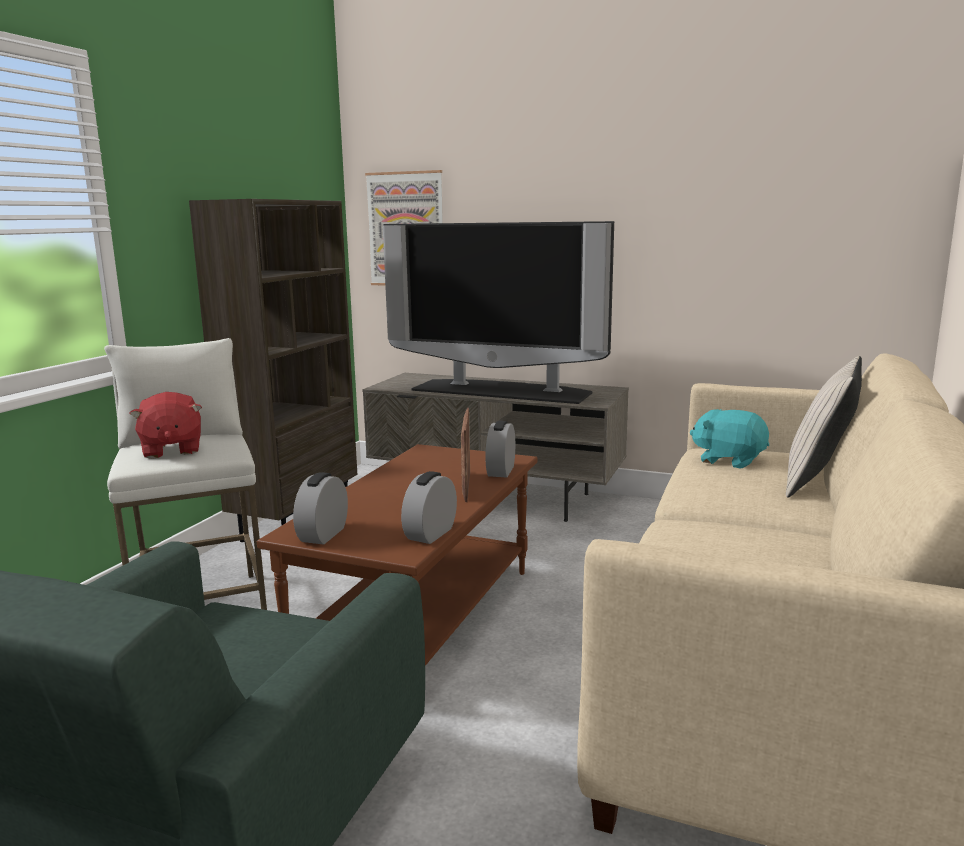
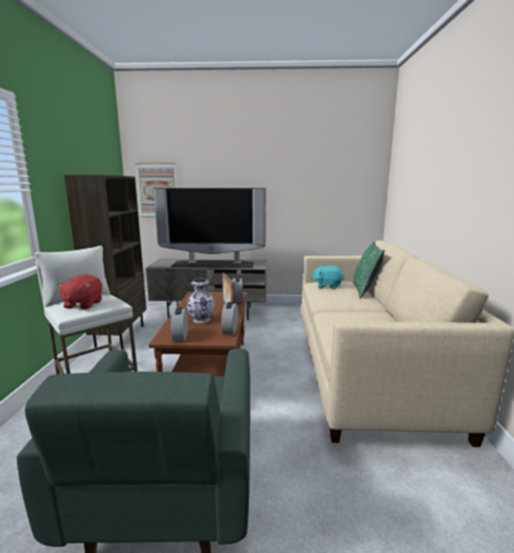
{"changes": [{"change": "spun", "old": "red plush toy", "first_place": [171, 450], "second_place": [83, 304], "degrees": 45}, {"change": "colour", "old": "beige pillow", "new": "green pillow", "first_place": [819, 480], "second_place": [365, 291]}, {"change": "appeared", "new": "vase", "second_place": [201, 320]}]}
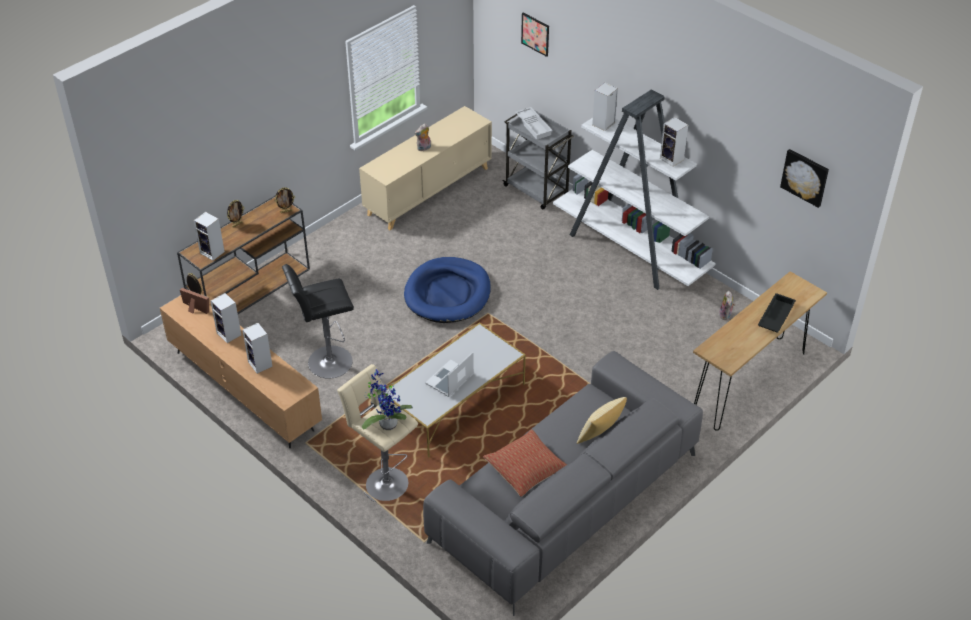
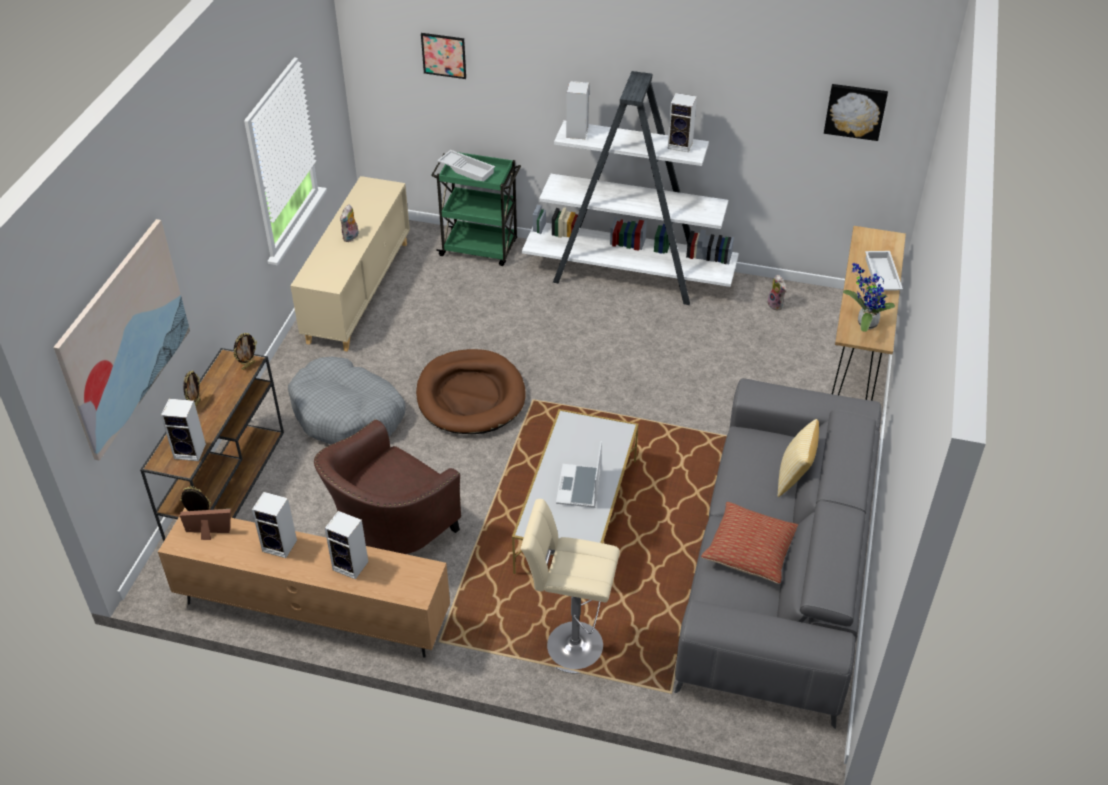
{"changes": [{"change": "exchanged", "old": "black stool", "new": "brown armchair", "first_place": [326, 363], "second_place": [390, 534]}, {"change": "relocated", "old": "potted plant", "first_place": [386, 423], "second_place": [864, 323]}, {"change": "colour", "old": "blue dog bed", "new": "brown dog bed", "first_place": [447, 293], "second_place": [470, 396]}, {"change": "colour", "old": "grey cart", "new": "green cart", "first_place": [537, 190], "second_place": [480, 248]}, {"change": "colour", "old": "black tray", "new": "white tray", "first_place": [775, 316], "second_place": [881, 275]}, {"change": "appeared", "new": "picture", "second_place": [124, 337]}, {"change": "appeared", "new": "grey dog bed", "second_place": [348, 414]}]}
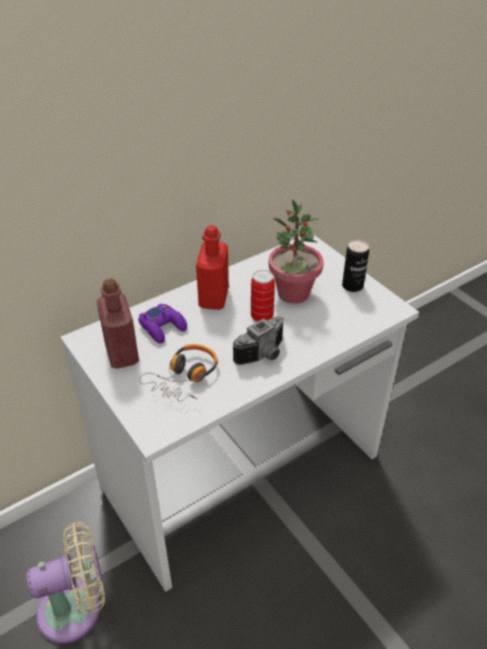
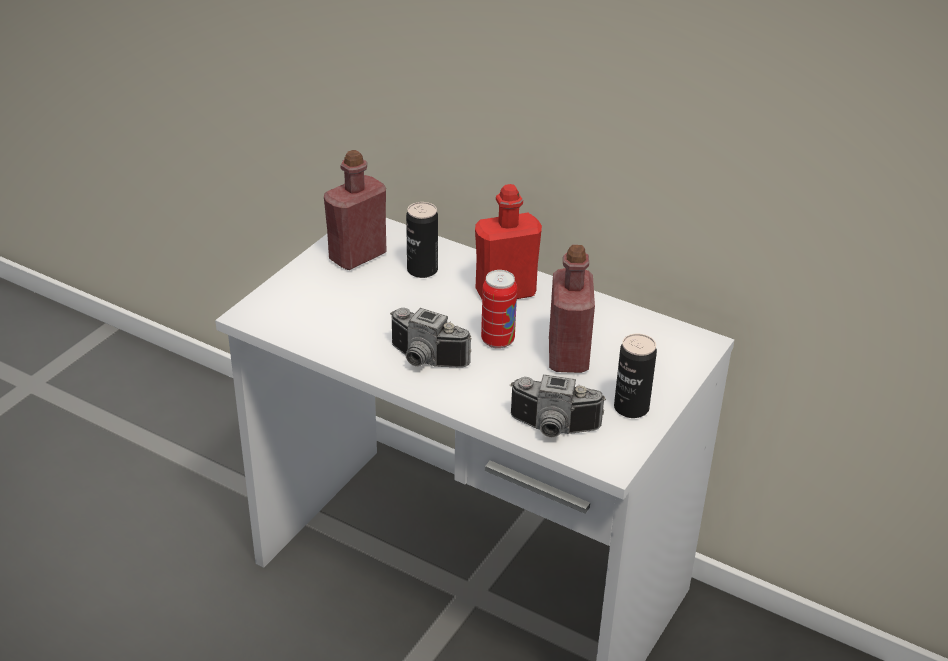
{"changes": [{"change": "missing", "old": "beige fan", "first_place": [76, 609]}, {"change": "exchanged", "old": "purple game controller", "new": "can", "first_place": [163, 327], "second_place": [422, 270]}, {"change": "missing", "old": "headphones", "first_place": [185, 378]}, {"change": "exchanged", "old": "potted plant", "new": "red bottle", "first_place": [293, 293], "second_place": [568, 356]}, {"change": "appeared", "new": "photo camera", "second_place": [553, 429]}]}
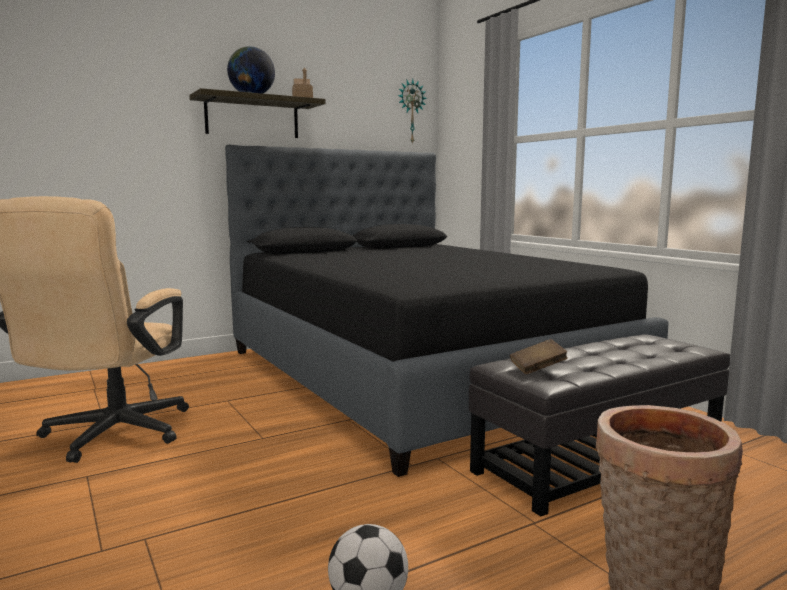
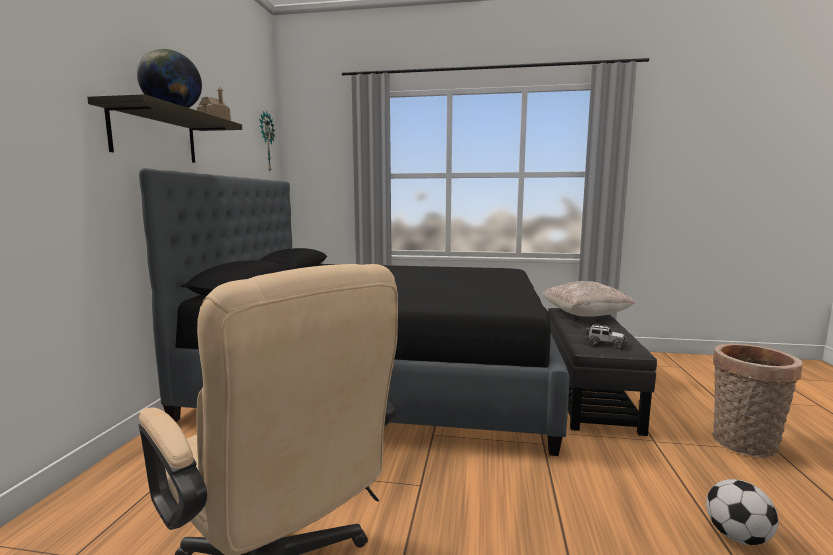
{"changes": [{"change": "exchanged", "old": "brown book", "new": "toy car", "first_place": [537, 368], "second_place": [605, 343]}, {"change": "appeared", "new": "beige pillow", "second_place": [584, 315]}]}
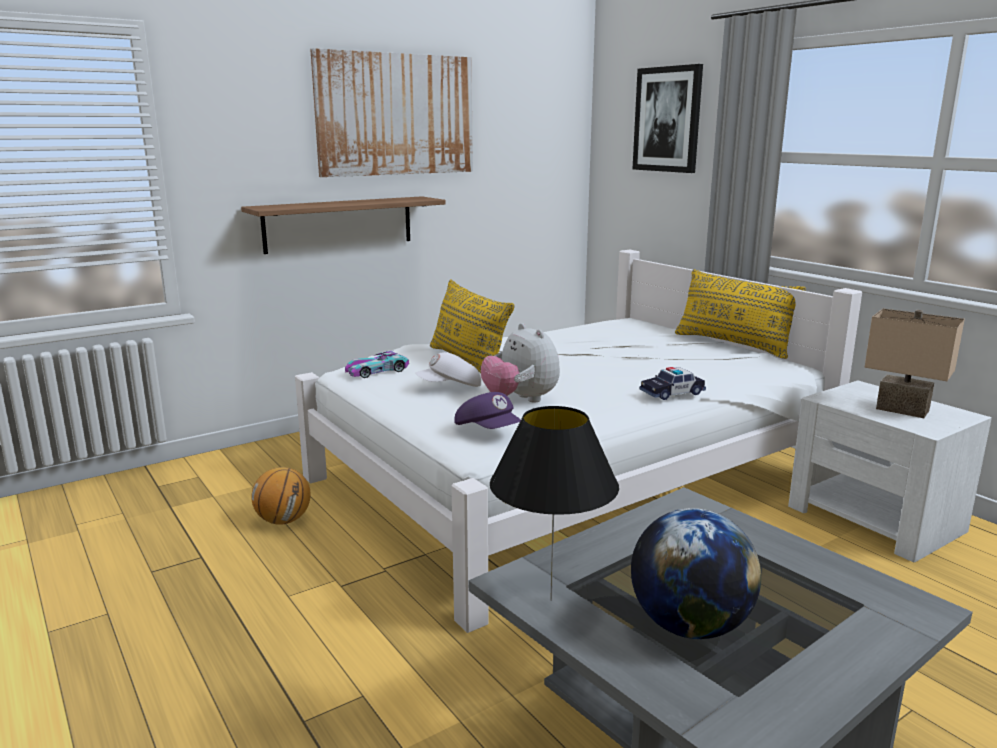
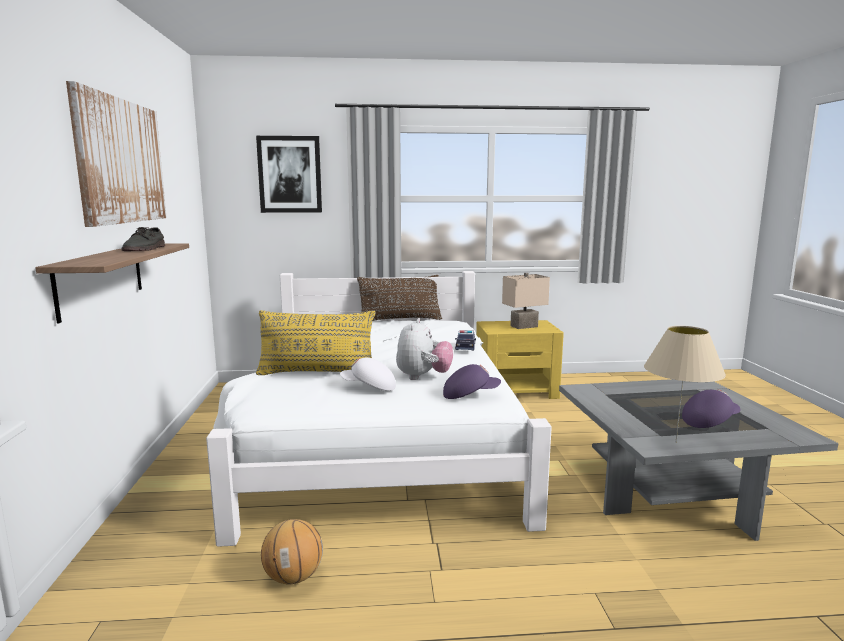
{"changes": [{"change": "missing", "old": "toy car", "first_place": [377, 371]}, {"change": "spun", "old": "white cap", "first_place": [450, 387], "second_place": [369, 387], "degrees": 90}, {"change": "spun", "old": "plush toy", "first_place": [520, 400], "second_place": [423, 377], "degrees": -75}, {"change": "colour", "old": "black table lamp", "new": "beige table lamp", "first_place": [551, 600], "second_place": [676, 442]}, {"change": "exchanged", "old": "globe", "new": "purple cap", "first_place": [690, 626], "second_place": [709, 421]}, {"change": "colour", "old": "yellow pillow", "new": "brown pillow", "first_place": [732, 344], "second_place": [400, 320]}, {"change": "colour", "old": "white nightstand", "new": "yellow nightstand", "first_place": [875, 519], "second_place": [516, 390]}, {"change": "appeared", "new": "grey shoe", "second_place": [145, 249]}]}
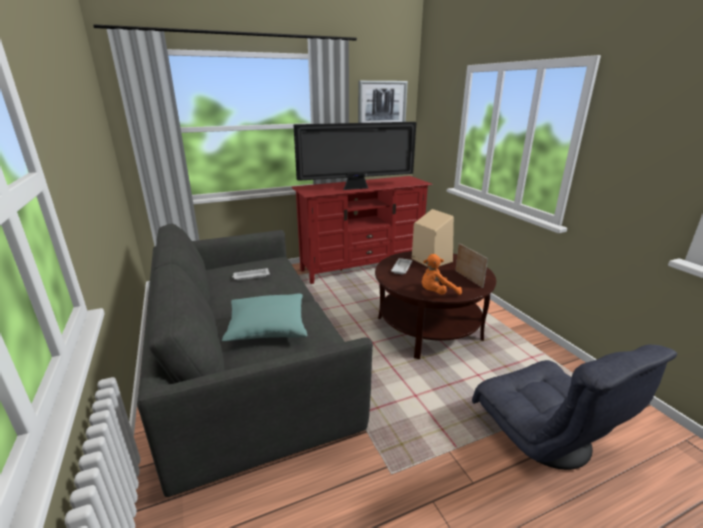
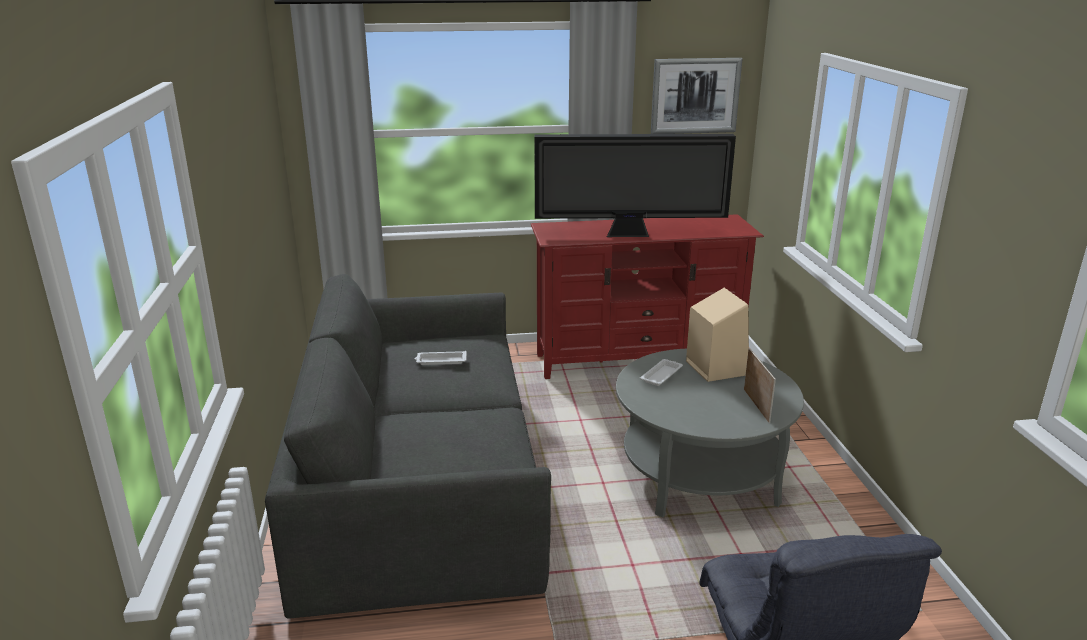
{"changes": [{"change": "missing", "old": "turquoise pillow", "first_place": [267, 328]}, {"change": "colour", "old": "brown coffee table", "new": "grey coffee table", "first_place": [428, 328], "second_place": [699, 475]}, {"change": "missing", "old": "orange plush toy", "first_place": [437, 293]}]}
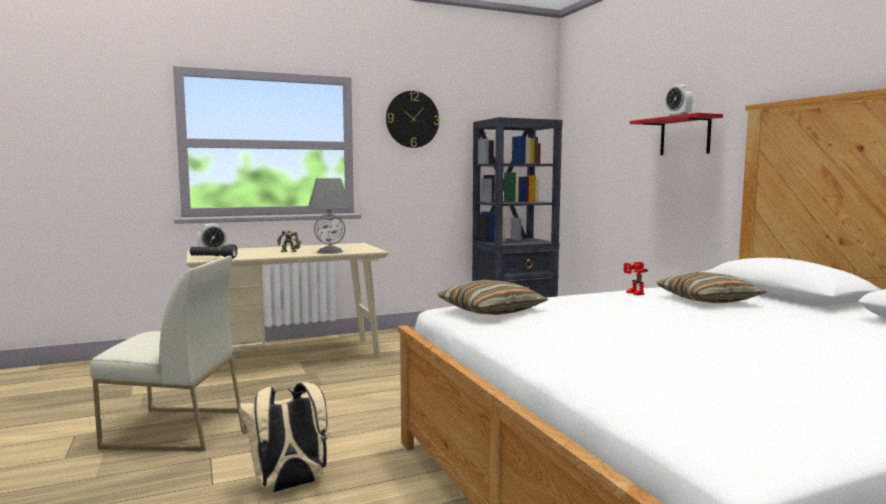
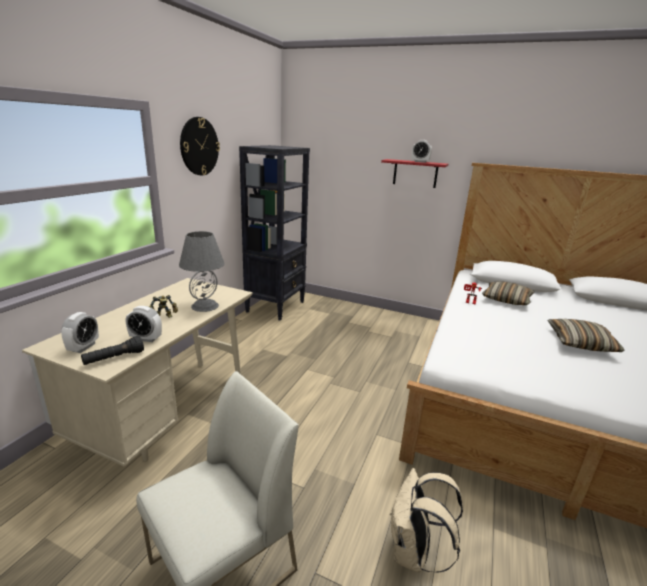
{"changes": [{"change": "relocated", "old": "pillow", "first_place": [491, 311], "second_place": [580, 342]}, {"change": "appeared", "new": "alarm clock", "second_place": [146, 339]}]}
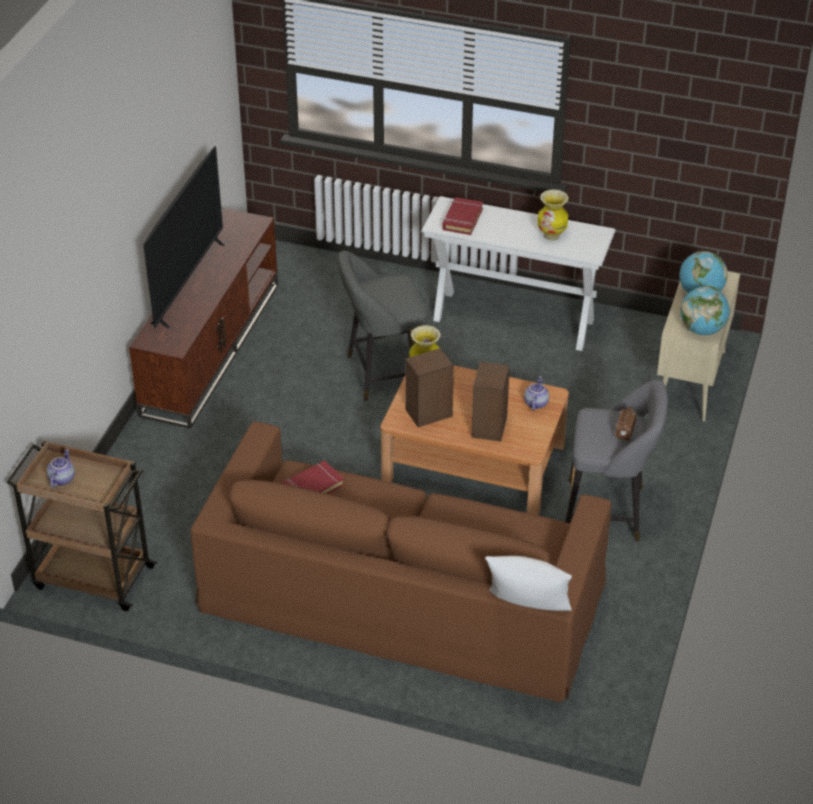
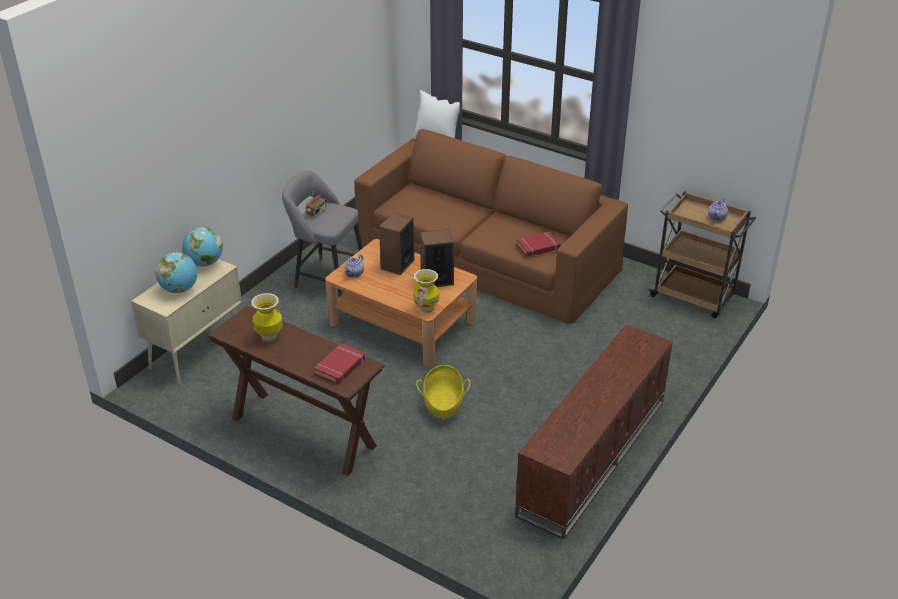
{"changes": [{"change": "missing", "old": "television", "first_place": [188, 283]}, {"change": "exchanged", "old": "grey stool", "new": "basket", "first_place": [383, 373], "second_place": [443, 403]}, {"change": "colour", "old": "white console table", "new": "brown console table", "first_place": [513, 320], "second_place": [303, 432]}]}
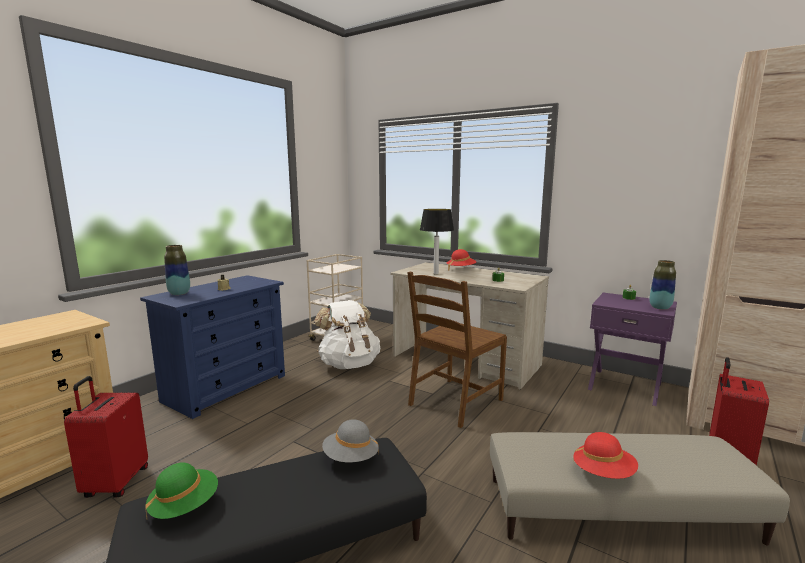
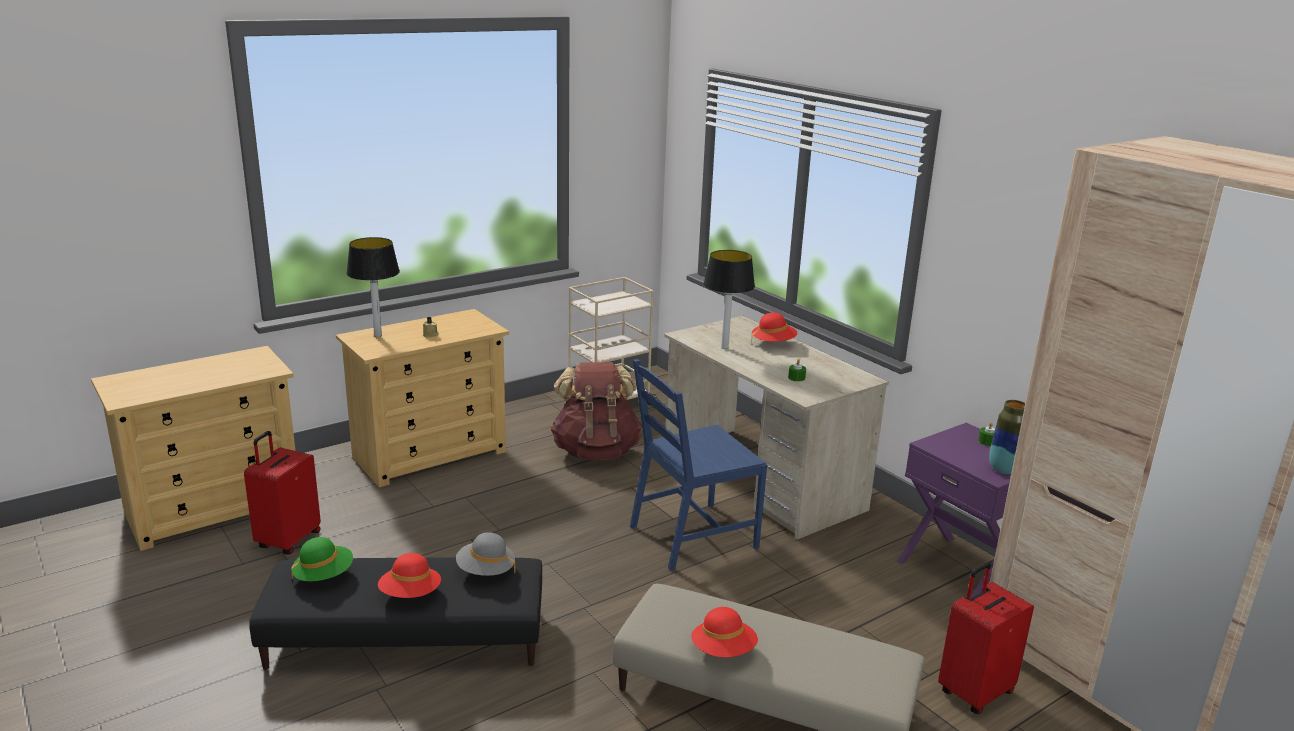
{"changes": [{"change": "colour", "old": "blue dresser", "new": "beige dresser", "first_place": [226, 388], "second_place": [430, 454]}, {"change": "exchanged", "old": "vase", "new": "table lamp", "first_place": [179, 293], "second_place": [378, 335]}, {"change": "colour", "old": "white backpack", "new": "brown backpack", "first_place": [349, 364], "second_place": [596, 451]}, {"change": "colour", "old": "brown chair", "new": "blue chair", "first_place": [455, 402], "second_place": [692, 536]}, {"change": "appeared", "new": "red hat", "second_place": [410, 594]}]}
